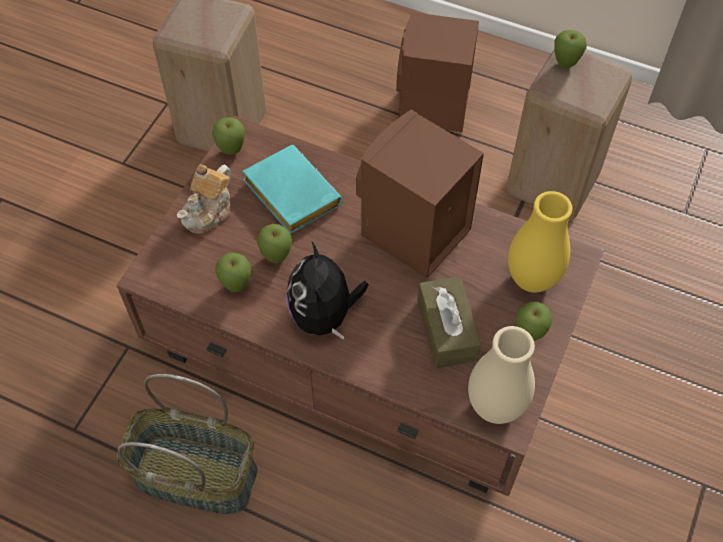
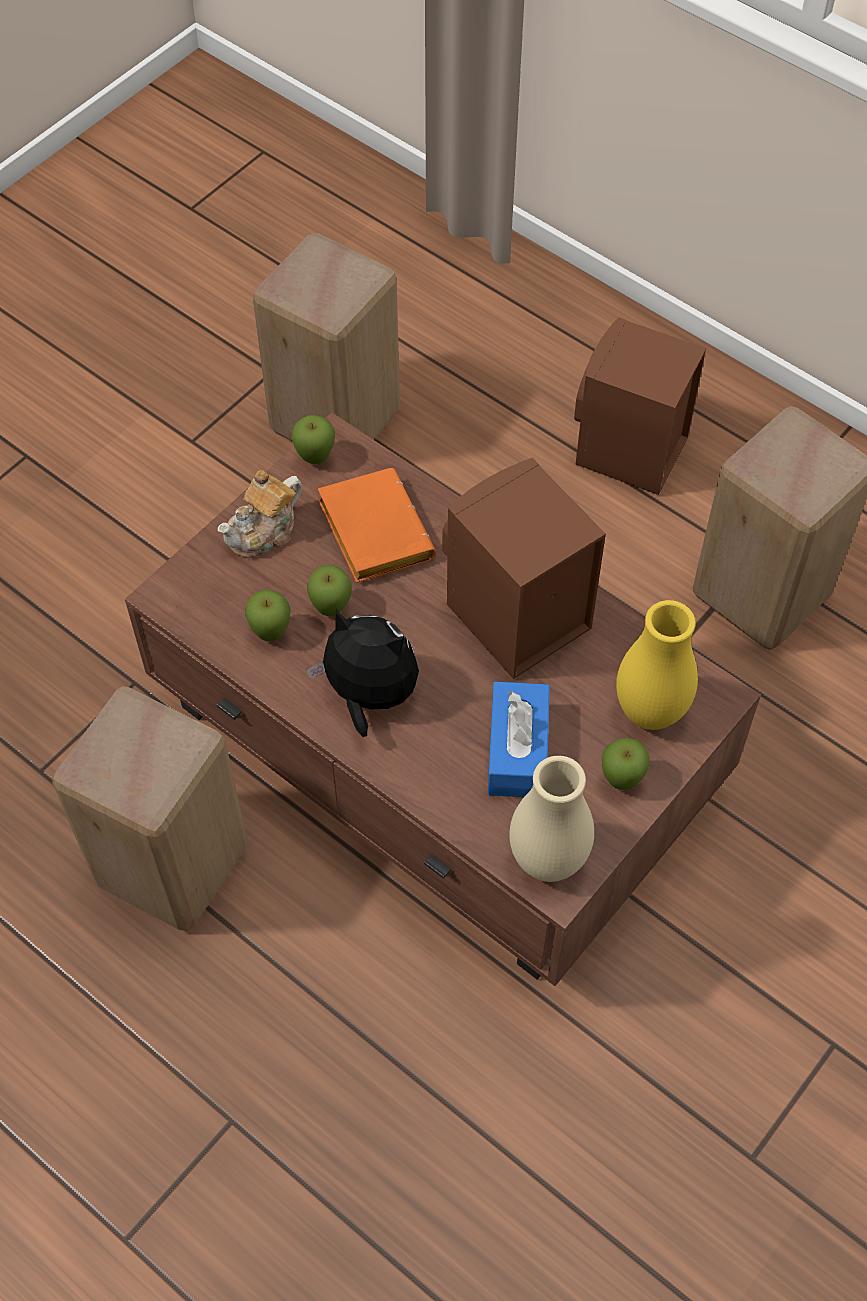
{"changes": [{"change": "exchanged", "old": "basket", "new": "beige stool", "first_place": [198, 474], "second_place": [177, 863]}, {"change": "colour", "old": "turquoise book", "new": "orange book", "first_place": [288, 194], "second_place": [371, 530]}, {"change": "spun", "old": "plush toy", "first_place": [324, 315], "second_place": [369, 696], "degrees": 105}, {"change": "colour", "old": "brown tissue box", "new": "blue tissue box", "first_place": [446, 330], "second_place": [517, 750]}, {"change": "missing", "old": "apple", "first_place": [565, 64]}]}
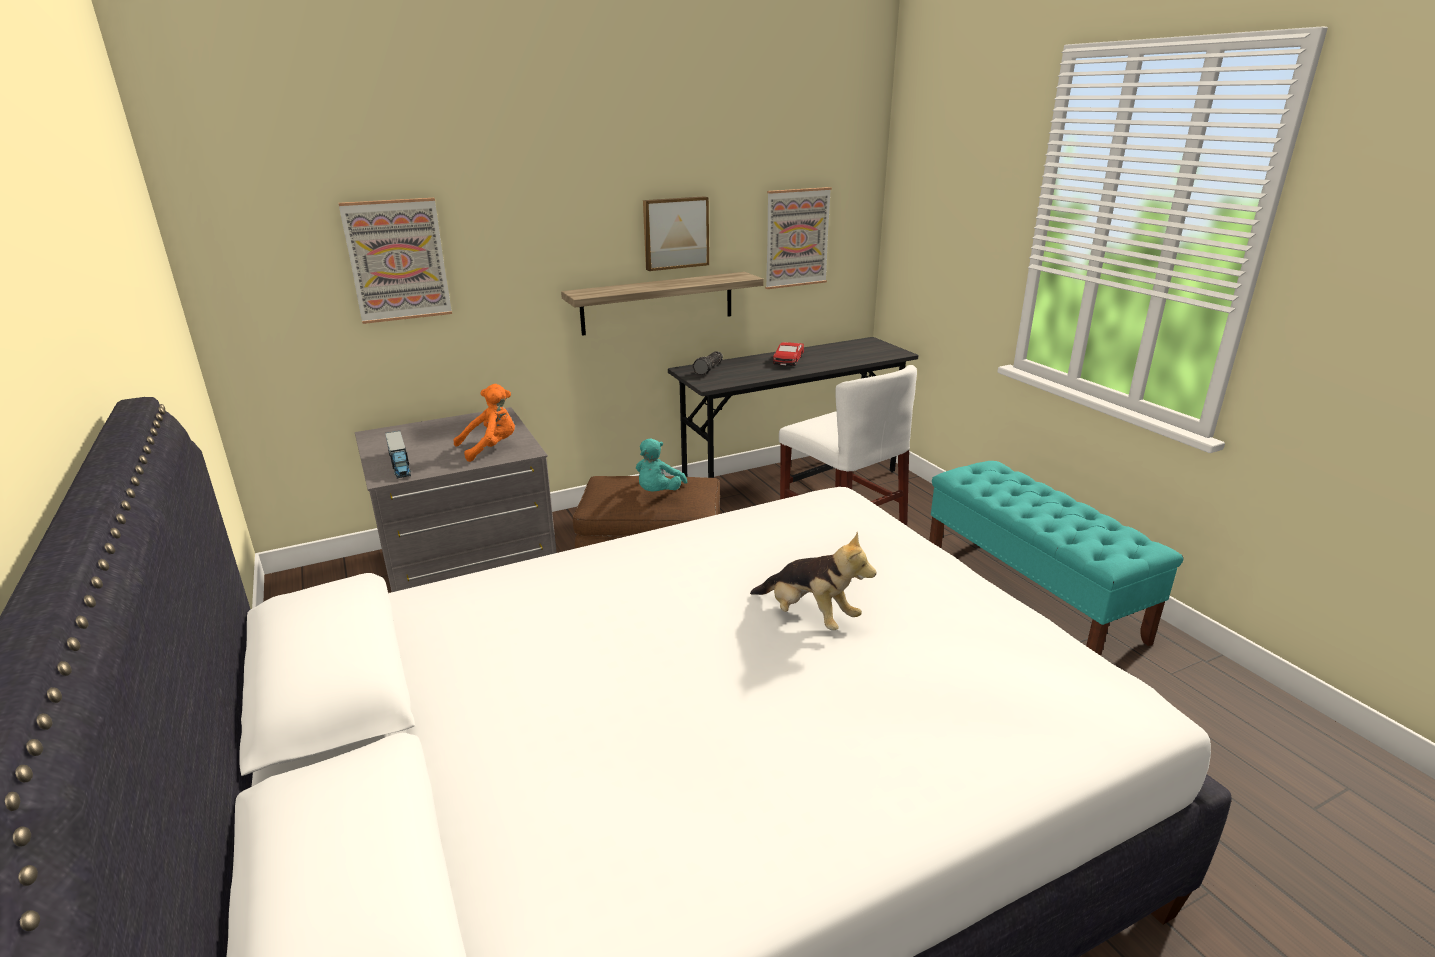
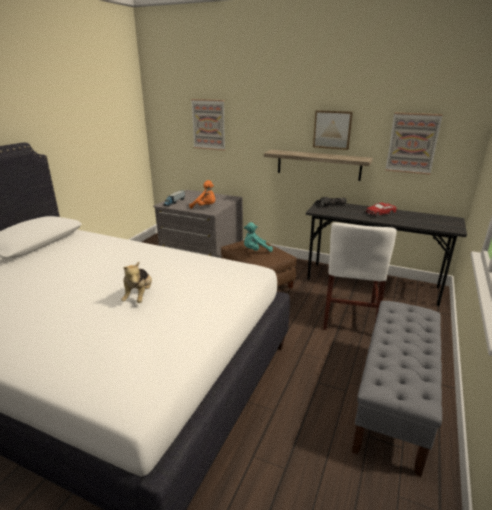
{"changes": [{"change": "colour", "old": "turquoise bench", "new": "grey bench", "first_place": [1031, 596], "second_place": [393, 401]}]}
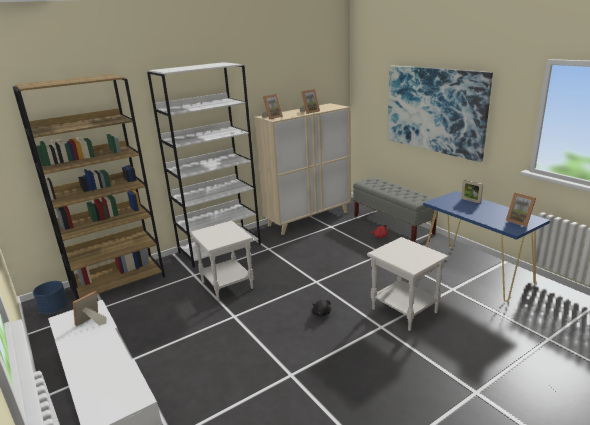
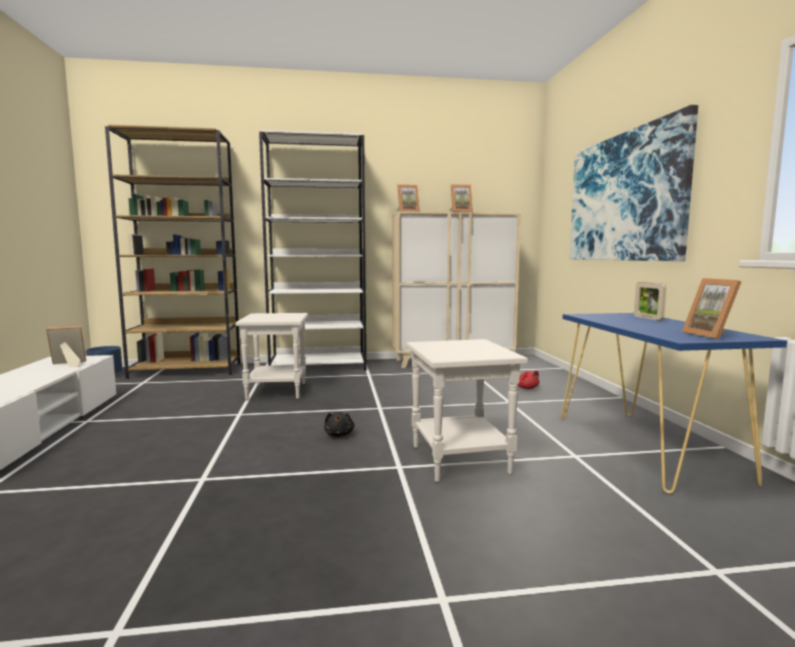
{"changes": [{"change": "missing", "old": "grey bench", "first_place": [392, 225]}]}
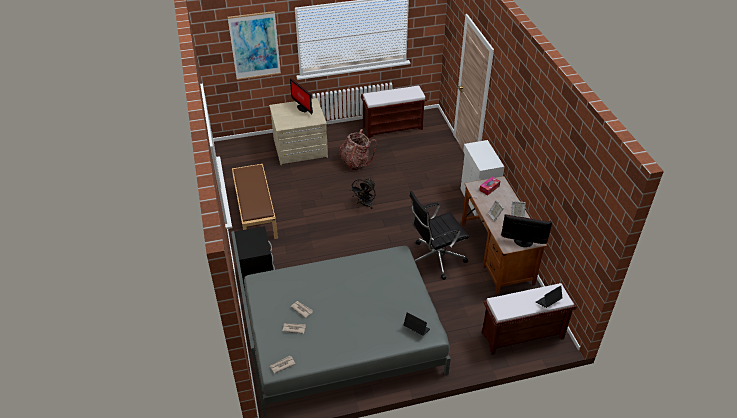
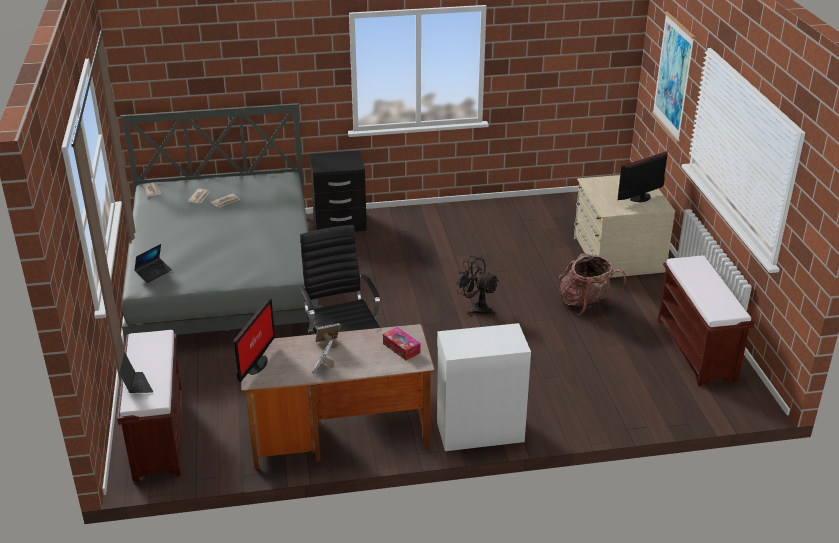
{"changes": [{"change": "missing", "old": "brown bench", "first_place": [255, 212]}]}
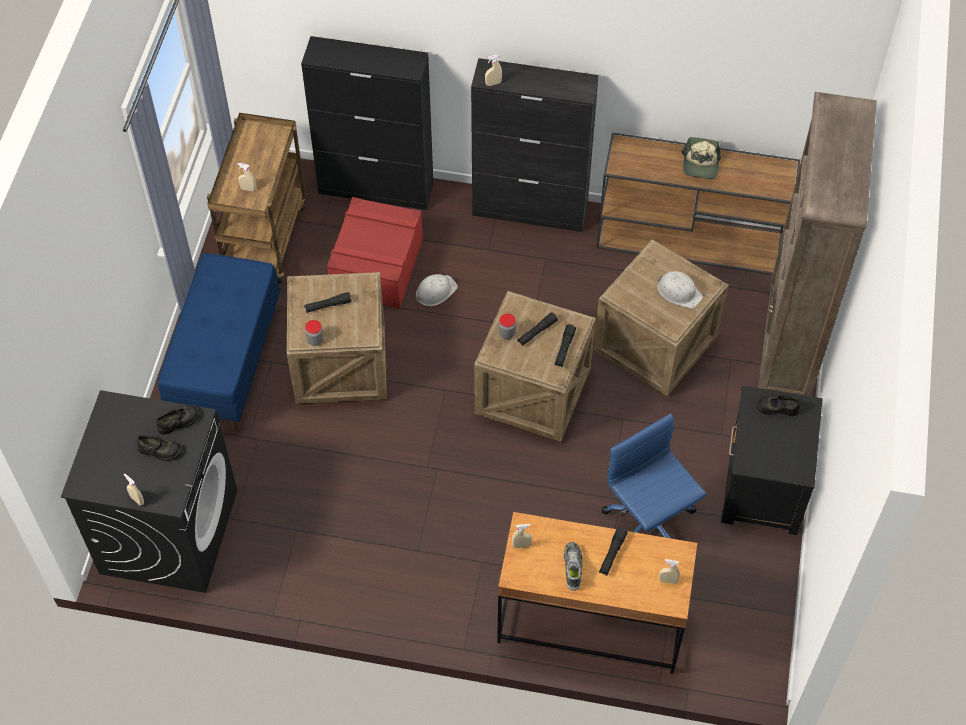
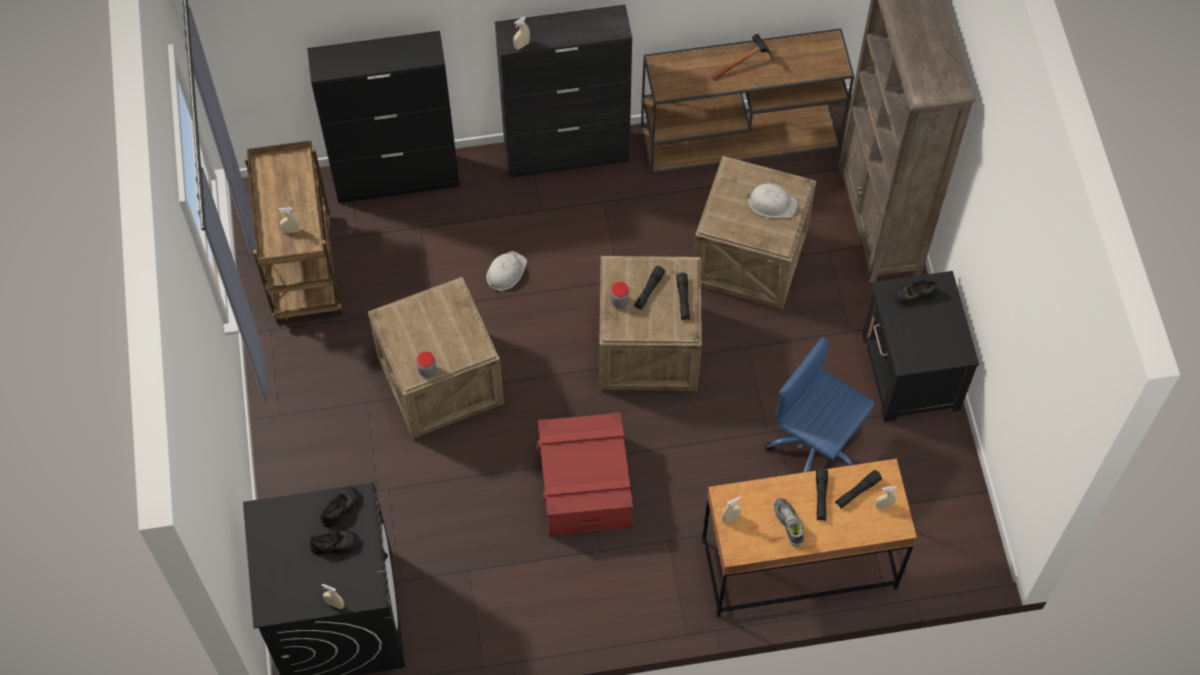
{"changes": [{"change": "missing", "old": "blue bench", "first_place": [226, 361]}, {"change": "relocated", "old": "black flashlight", "first_place": [328, 305], "second_place": [857, 492]}, {"change": "relocated", "old": "red storage box", "first_place": [377, 266], "second_place": [585, 485]}, {"change": "exchanged", "old": "cap", "new": "hammer", "first_place": [700, 164], "second_place": [746, 63]}]}
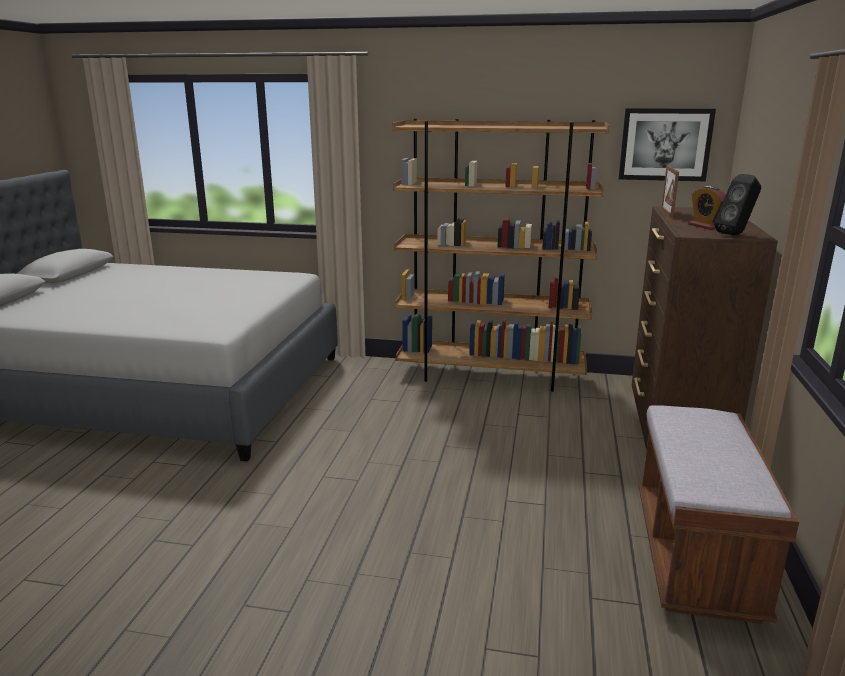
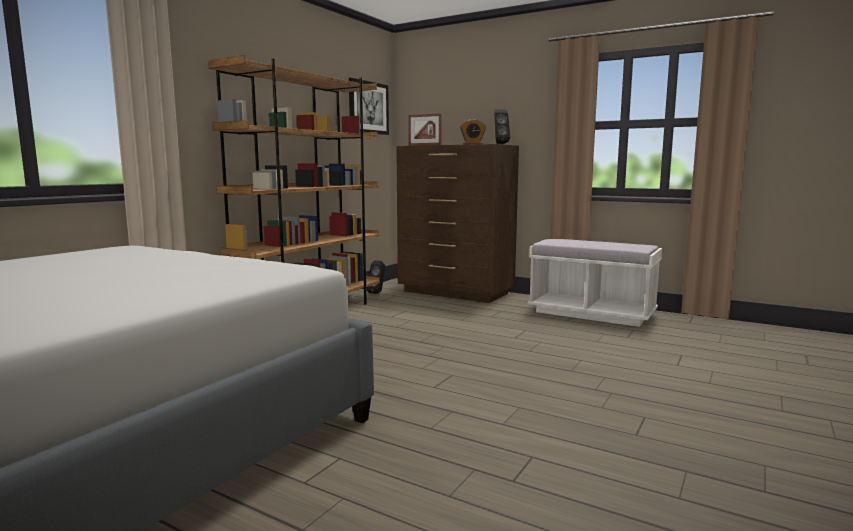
{"changes": [{"change": "colour", "old": "brown bench", "new": "white bench", "first_place": [695, 556], "second_place": [591, 313]}, {"change": "appeared", "new": "black speaker", "second_place": [378, 293]}]}
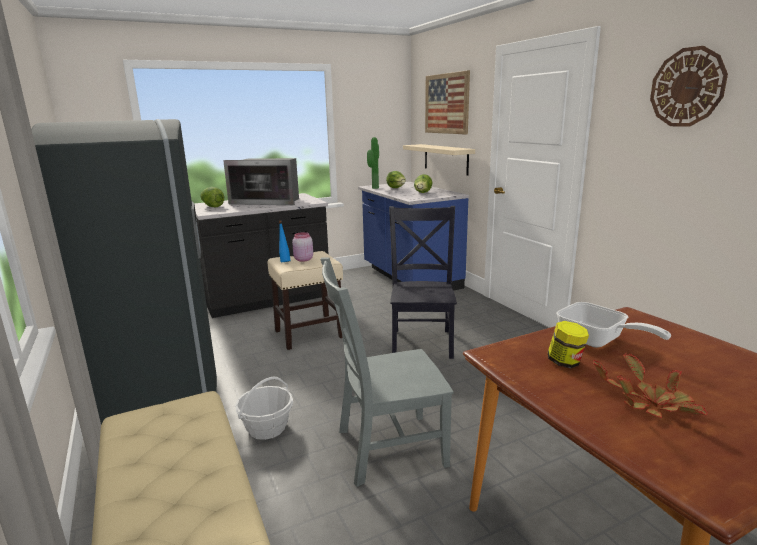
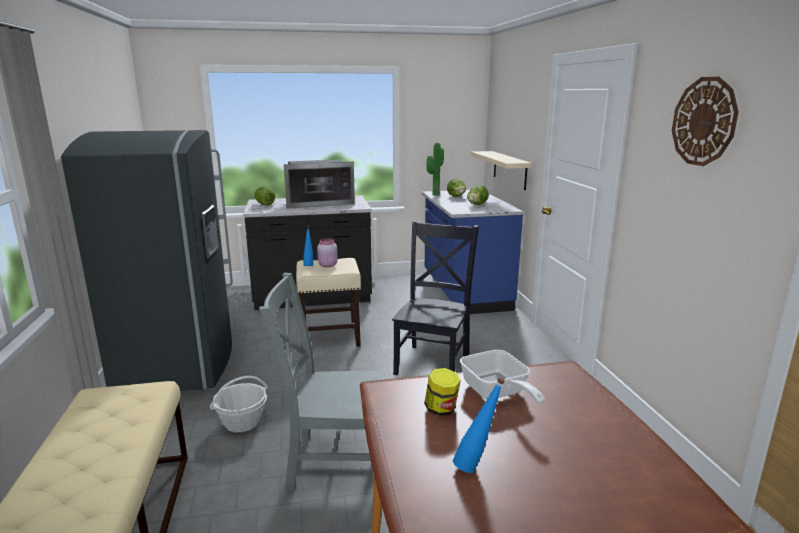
{"changes": [{"change": "spun", "old": "microwave", "first_place": [268, 201], "second_place": [318, 202], "degrees": -45}, {"change": "missing", "old": "picture", "first_place": [446, 103]}, {"change": "exchanged", "old": "potted plant", "new": "blue bottle", "first_place": [650, 404], "second_place": [476, 465]}]}
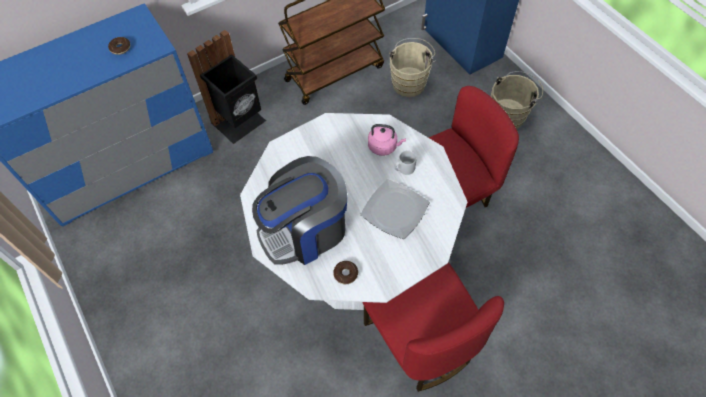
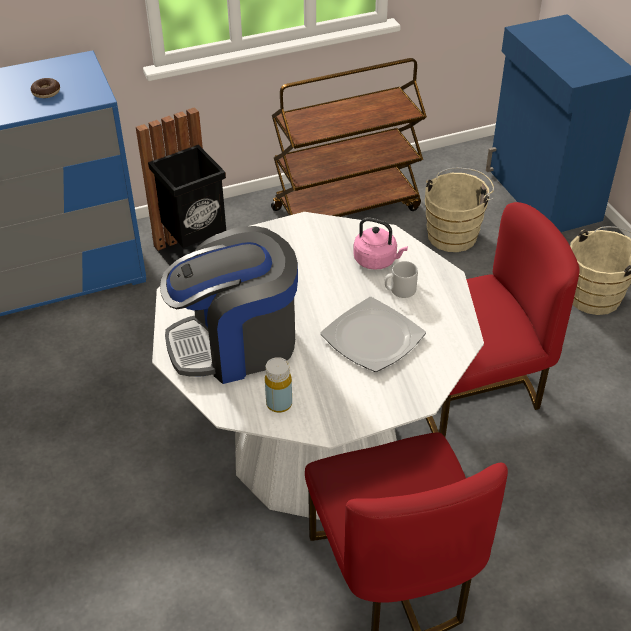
{"changes": [{"change": "exchanged", "old": "donut", "new": "yellow bottle", "first_place": [345, 274], "second_place": [279, 404]}]}
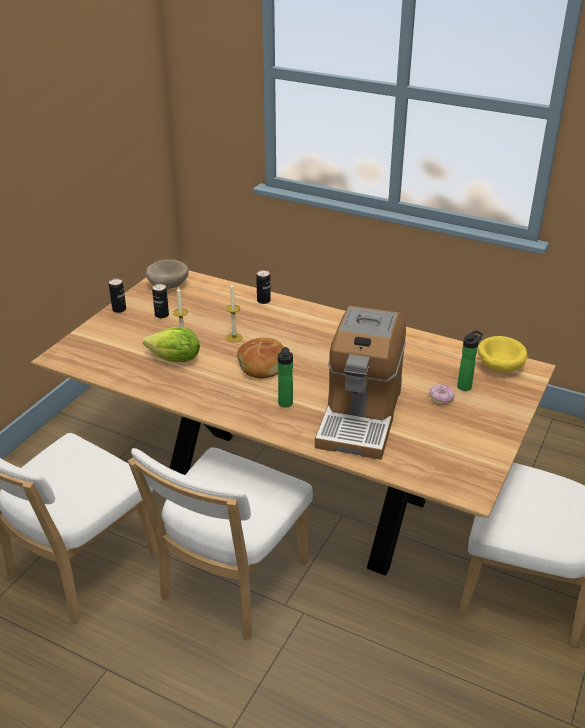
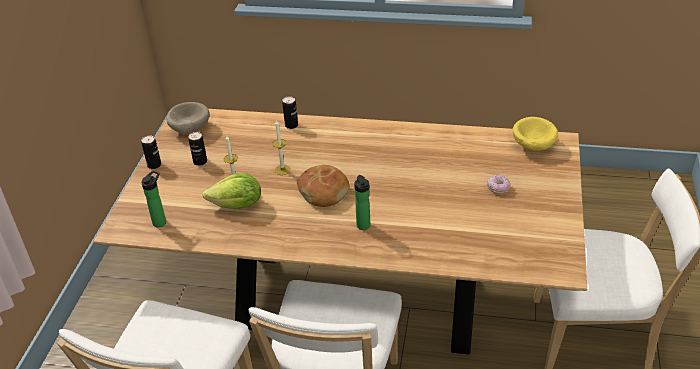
{"changes": [{"change": "missing", "old": "coffee machine", "first_place": [360, 416]}, {"change": "relocated", "old": "bottle", "first_place": [465, 385], "second_place": [161, 221]}]}
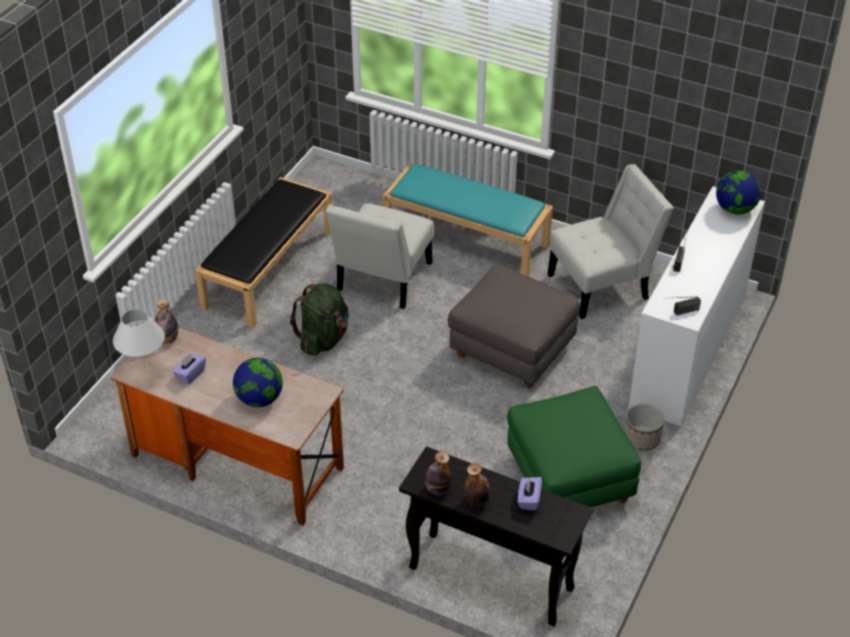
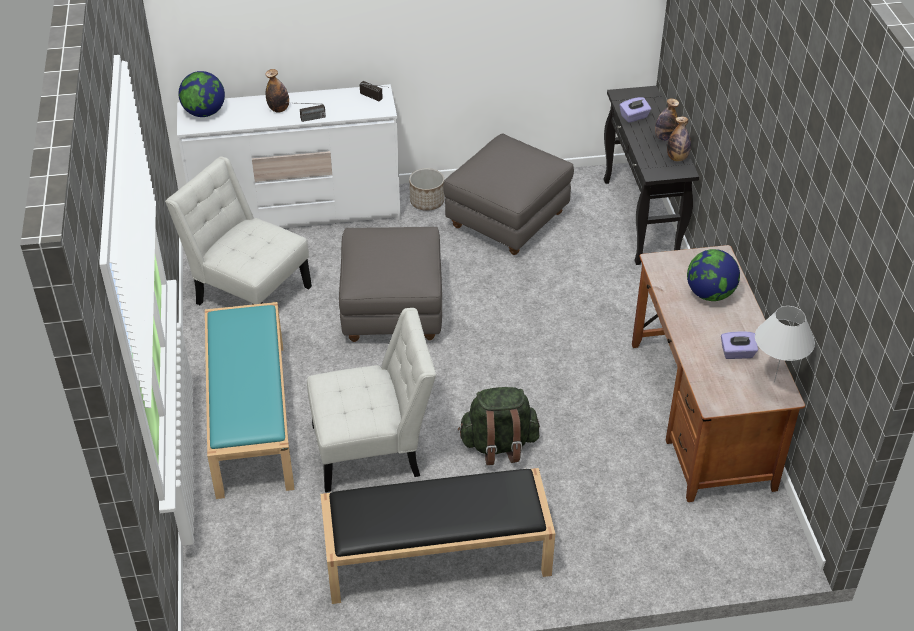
{"changes": [{"change": "relocated", "old": "bottle", "first_place": [167, 339], "second_place": [279, 109]}, {"change": "colour", "old": "green ottoman", "new": "grey ottoman", "first_place": [568, 479], "second_place": [507, 221]}]}
